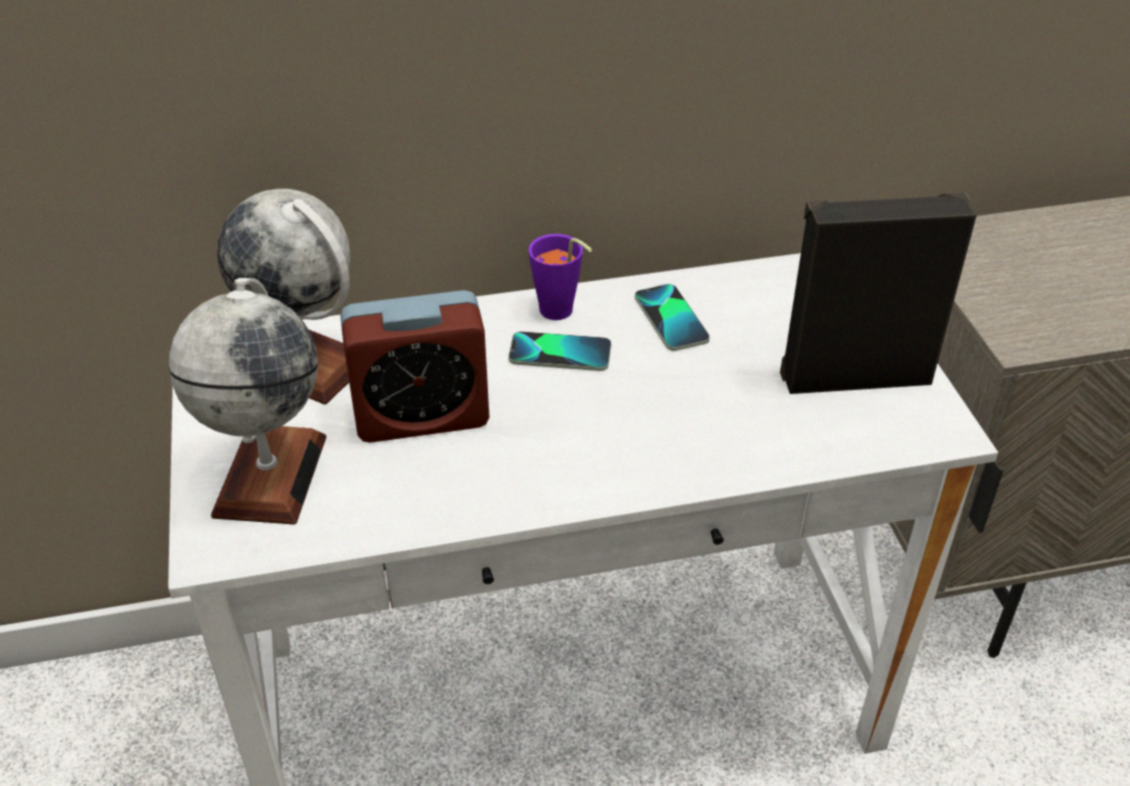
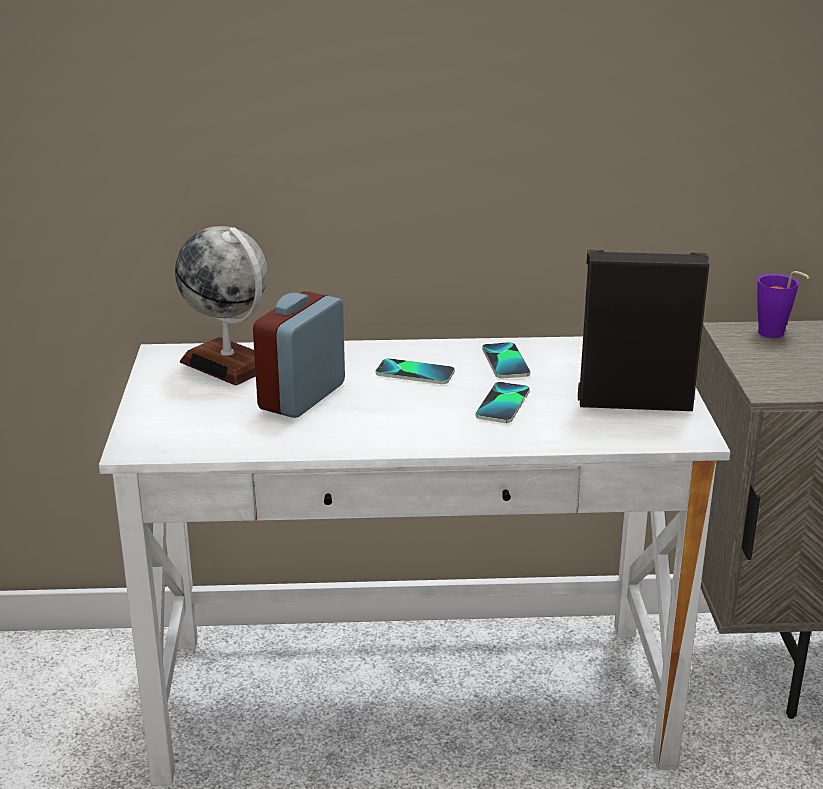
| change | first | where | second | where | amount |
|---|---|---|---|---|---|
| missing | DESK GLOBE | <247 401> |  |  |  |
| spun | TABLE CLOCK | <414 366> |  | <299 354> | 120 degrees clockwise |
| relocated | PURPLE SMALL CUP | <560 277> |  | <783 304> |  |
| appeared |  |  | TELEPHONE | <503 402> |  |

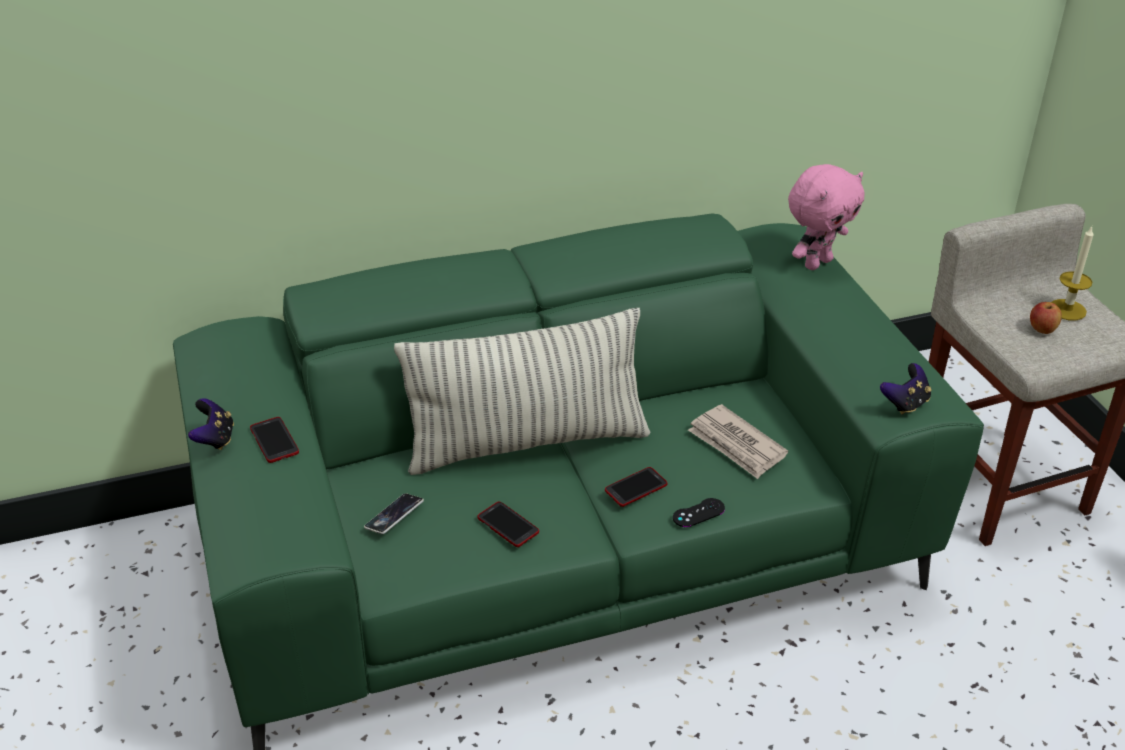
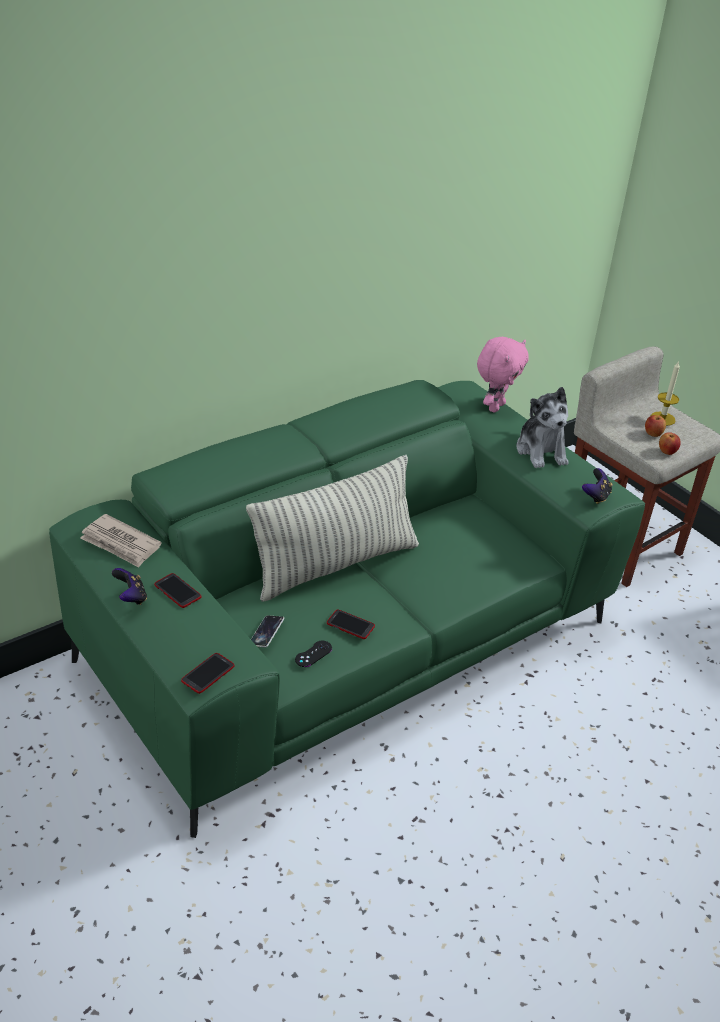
| change | first | where | second | where | amount |
|---|---|---|---|---|---|
| relocated | TELEPHONE | <636 487> |  | <208 673> |  |
| relocated | BLACK-COLOURED JOYPAD | <699 512> |  | <313 654> |  |
| relocated | DAILY PAPER | <738 441> |  | <120 541> |  |
| appeared |  |  | CUDDLY TOY | <542 427> |  |
| appeared |  |  | APPLE FRUIT | <670 443> |  |

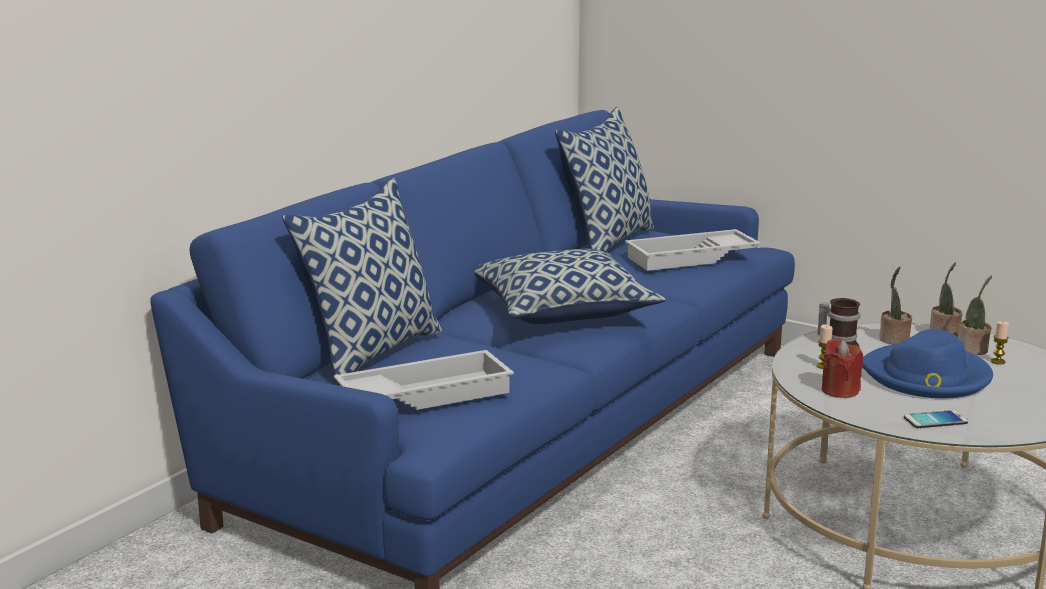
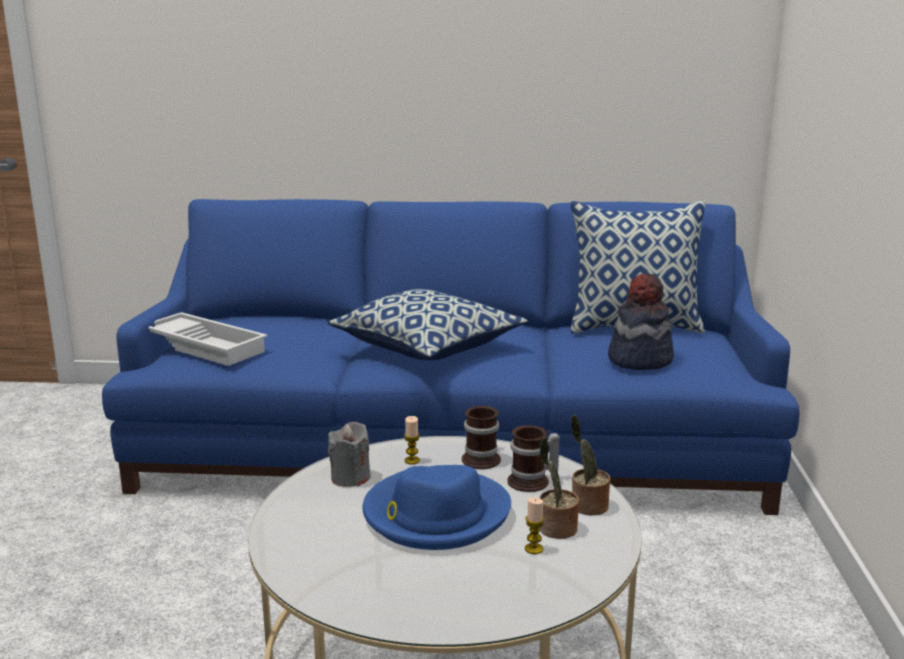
| change | first | where | second | where | amount |
|---|---|---|---|---|---|
| missing | CUSHION | <362 281> |  |  |  |
| exchanged | WHITISH SERVING TRAY | <693 250> | CLOTHING HAT | <641 322> |  |
| colour | RED CANDLE | <842 368> | GREY CANDLE | <349 454> |  |
| exchanged | PLANT IN A POT | <896 305> | COFFEE MUG | <533 459> |  |
| missing | TELEPHONE | <936 419> |  |  |  |

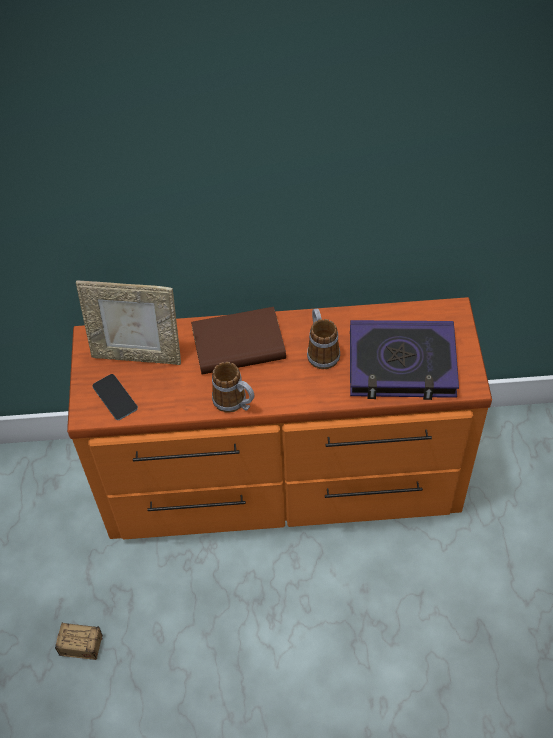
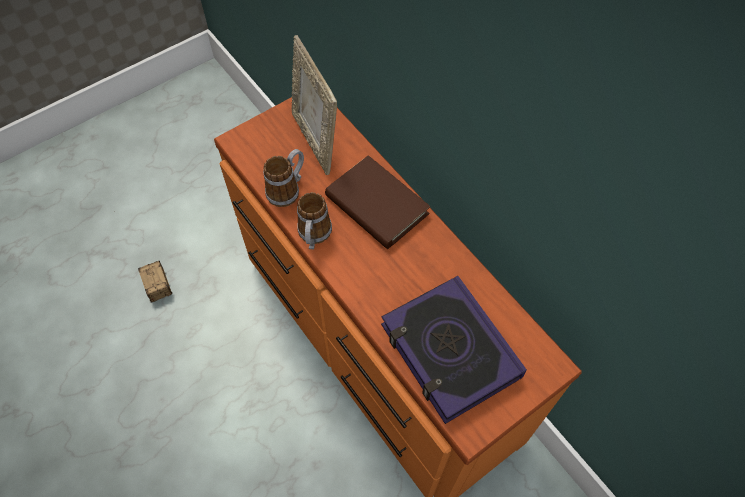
| change | first | where | second | where | amount |
|---|---|---|---|---|---|
| missing | TELEPHONE | <115 397> |  |  |  |
| relocated | COFFEE MUG | <323 338> |  | <283 178> |  |

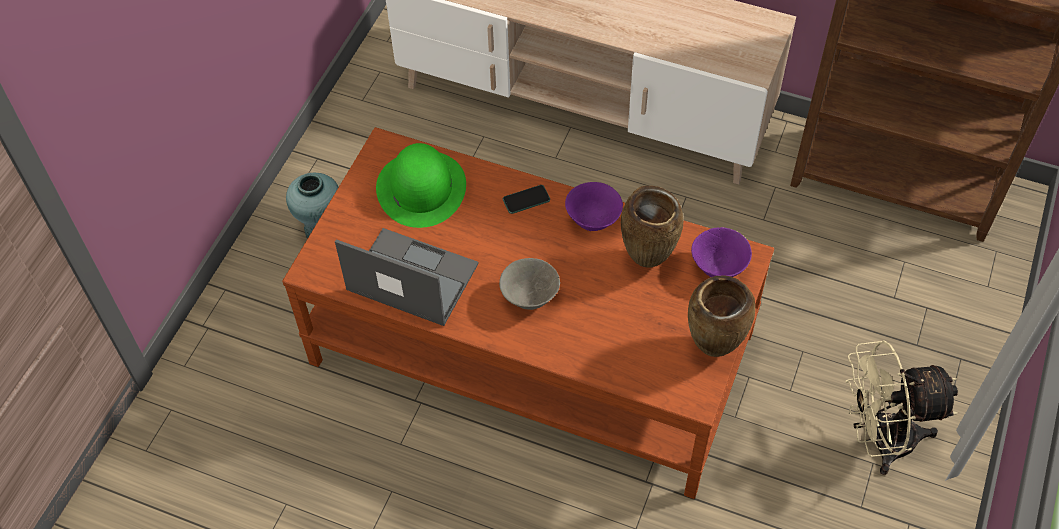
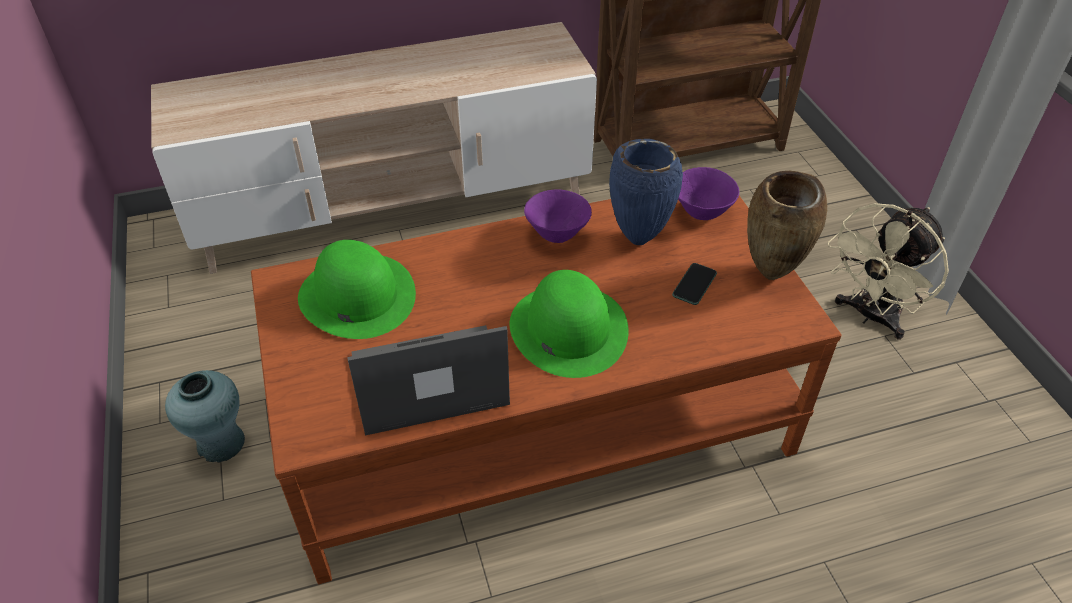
| change | first | where | second | where | amount |
|---|---|---|---|---|---|
| exchanged | GREY BOWL | <529 284> | GREEN-COLOURED CLOTHING HAT | <569 324> |  |
| relocated | TELEPHONE | <526 199> |  | <694 284> |  |
| colour | BROWN VASE | <652 227> | BLUISH VASE | <646 192> |  |

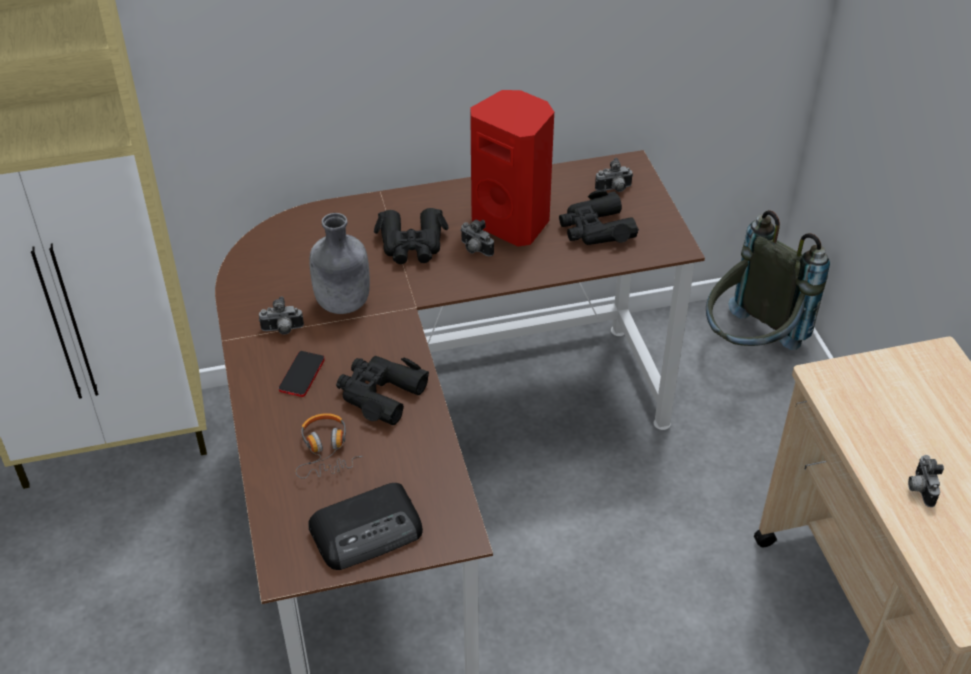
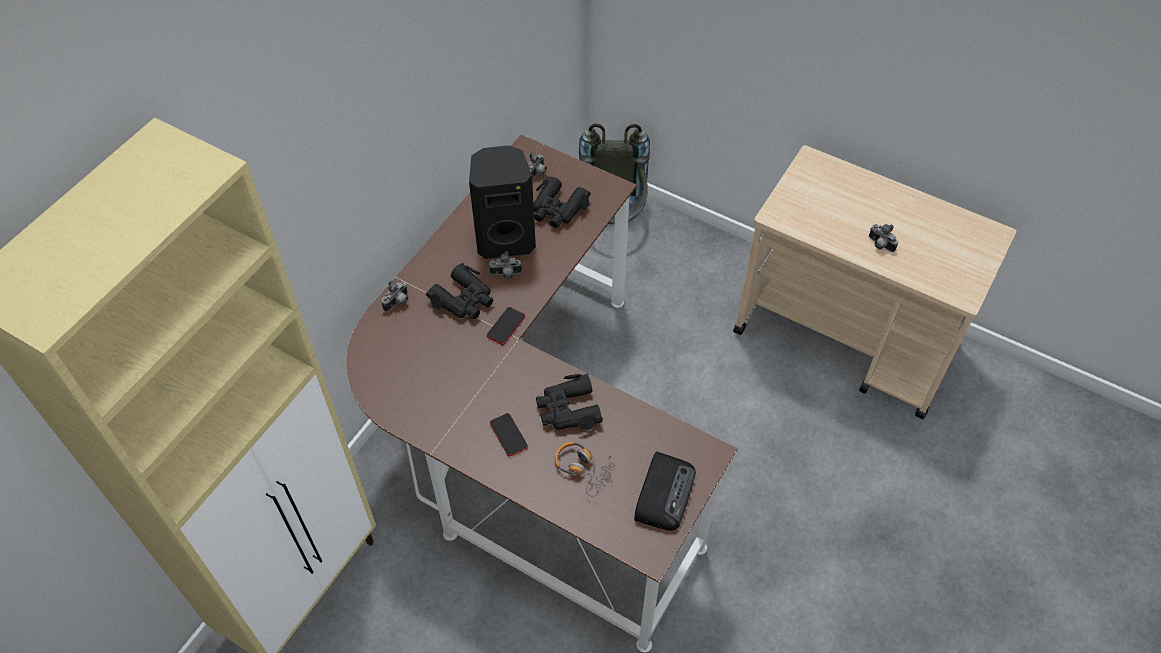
| change | first | where | second | where | amount |
|---|---|---|---|---|---|
| relocated | STILL CAMERA | <281 315> |  | <394 296> |  |
| missing | GREY DRINK BOTTLE | <339 263> |  |  |  |
| colour | RED LOUDSPEAKER | <512 168> | BLACK-COLOURED LOUDSPEAKER | <502 202> |  |
| appeared |  |  | TELEPHONE | <506 326> |  |

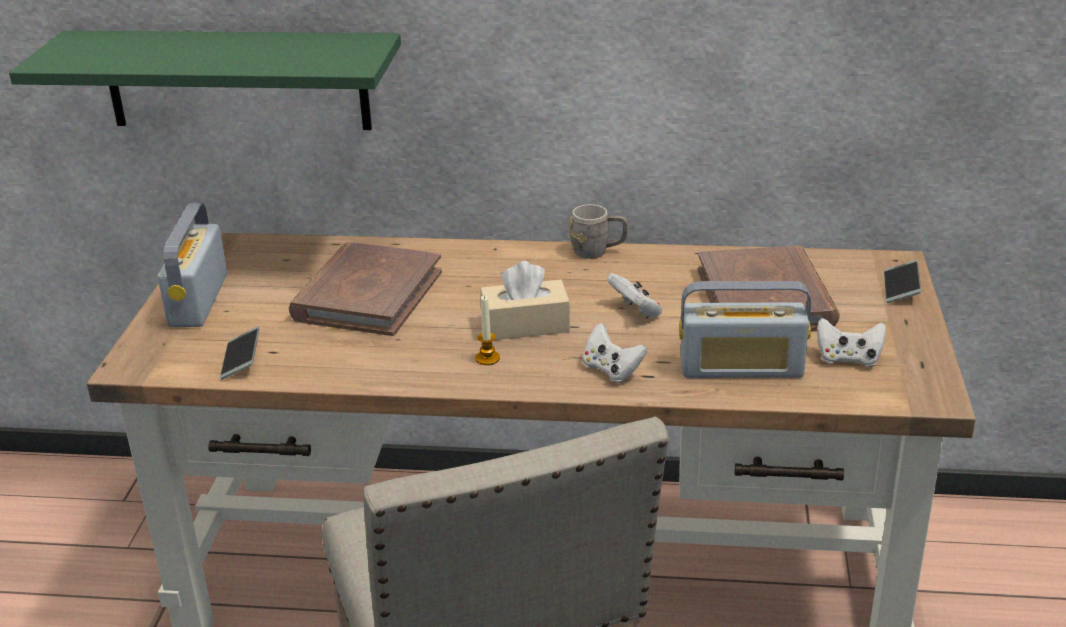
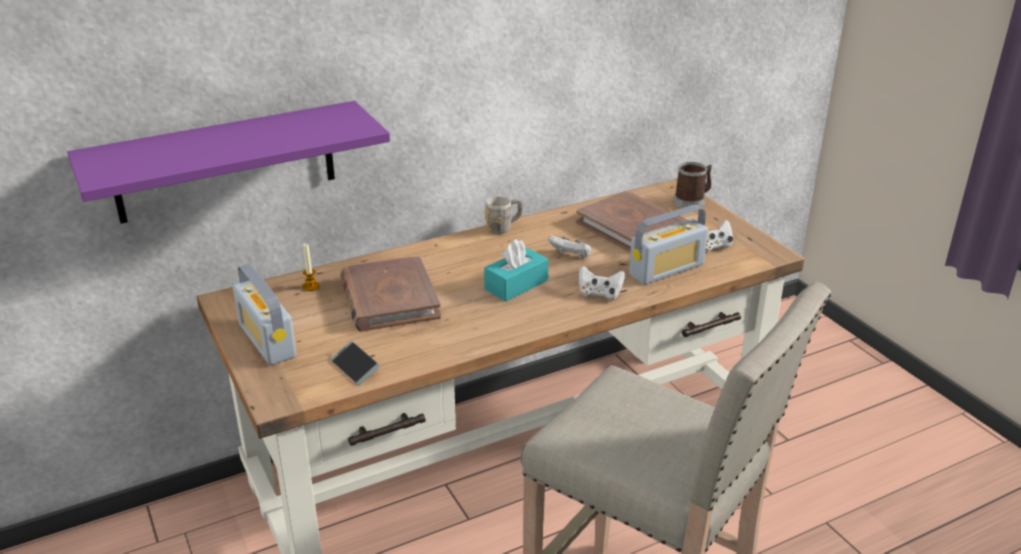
| change | first | where | second | where | amount |
|---|---|---|---|---|---|
| colour | GREEN-COLOURED SHELF | <205 80> | PURPLE SHELF | <228 162> |  |
| relocated | CANDLE | <487 330> |  | <311 267> |  |
| colour | BEIGE TISSUE HOLDER | <525 300> | BLUE-GREEN TISSUE HOLDER | <516 270> |  |
| exchanged | TELEPHONE | <902 281> | COFFEE MUG | <693 185> |  |

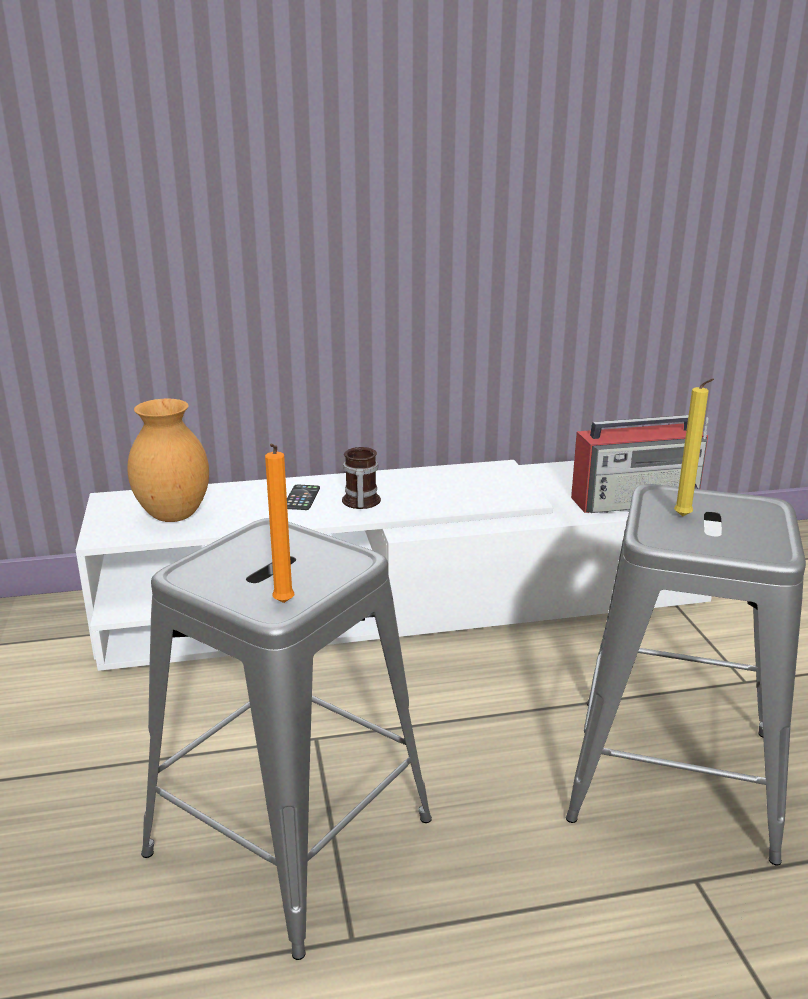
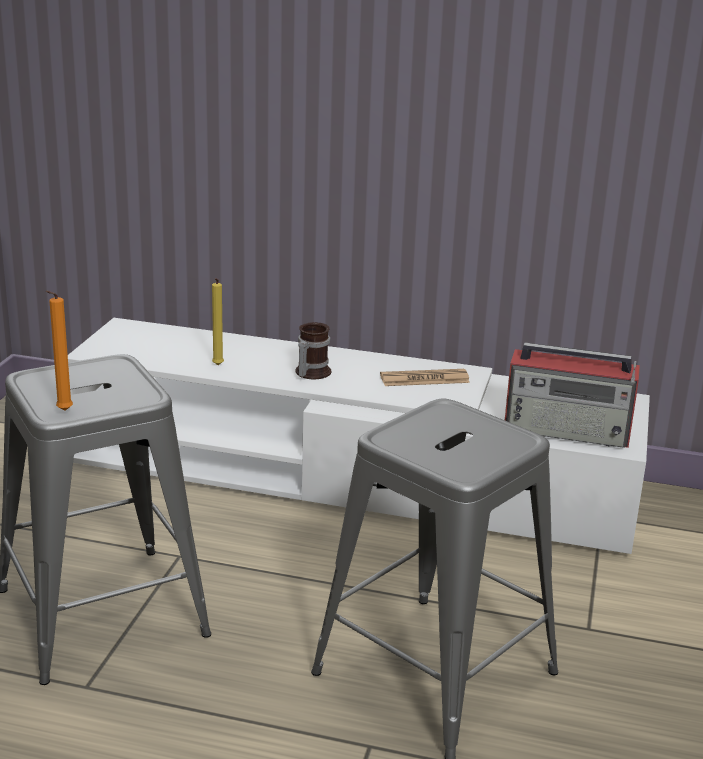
| change | first | where | second | where | amount |
|---|---|---|---|---|---|
| missing | BROWN VASE | <168 460> |  |  |  |
| missing | TELEPHONE | <303 497> |  |  |  |
| relocated | YELLOW-COLOURED CANDLE | <694 447> |  | <218 321> |  |
| appeared |  |  | DAILY PAPER | <425 377> |  |

